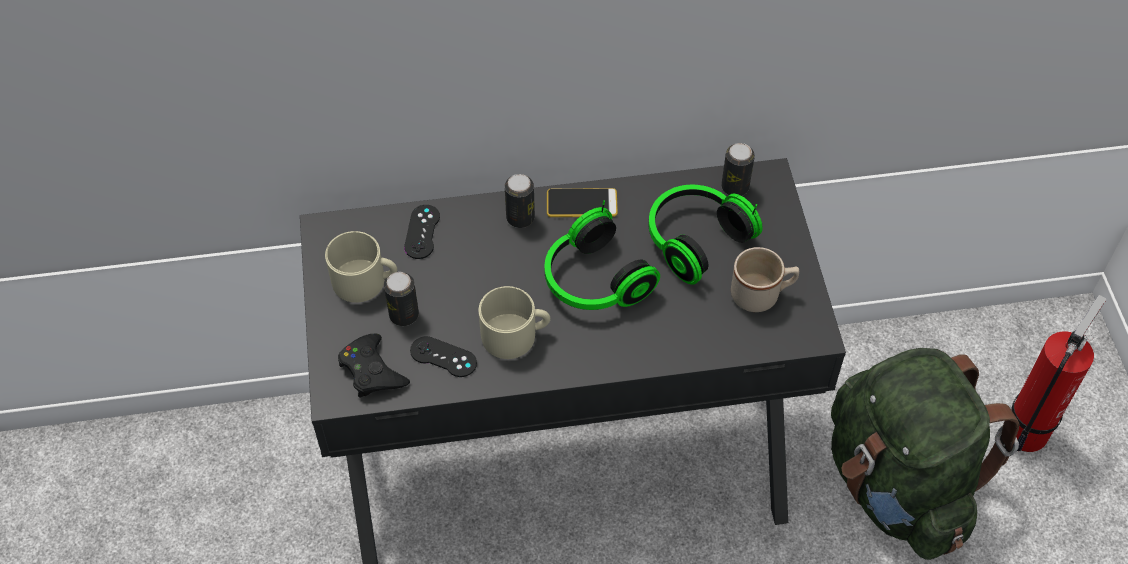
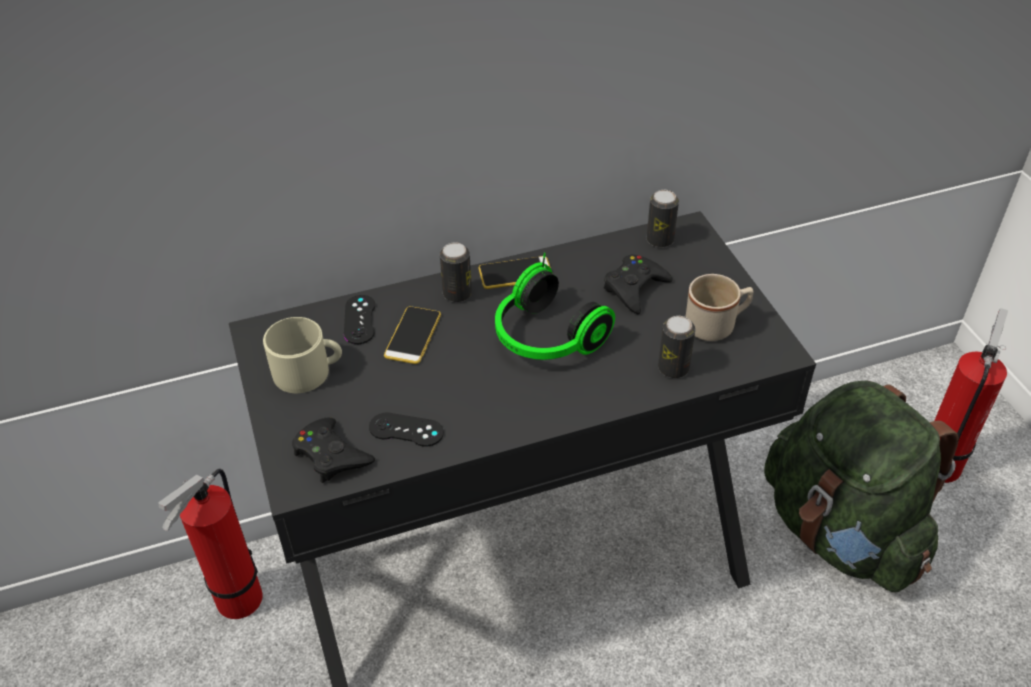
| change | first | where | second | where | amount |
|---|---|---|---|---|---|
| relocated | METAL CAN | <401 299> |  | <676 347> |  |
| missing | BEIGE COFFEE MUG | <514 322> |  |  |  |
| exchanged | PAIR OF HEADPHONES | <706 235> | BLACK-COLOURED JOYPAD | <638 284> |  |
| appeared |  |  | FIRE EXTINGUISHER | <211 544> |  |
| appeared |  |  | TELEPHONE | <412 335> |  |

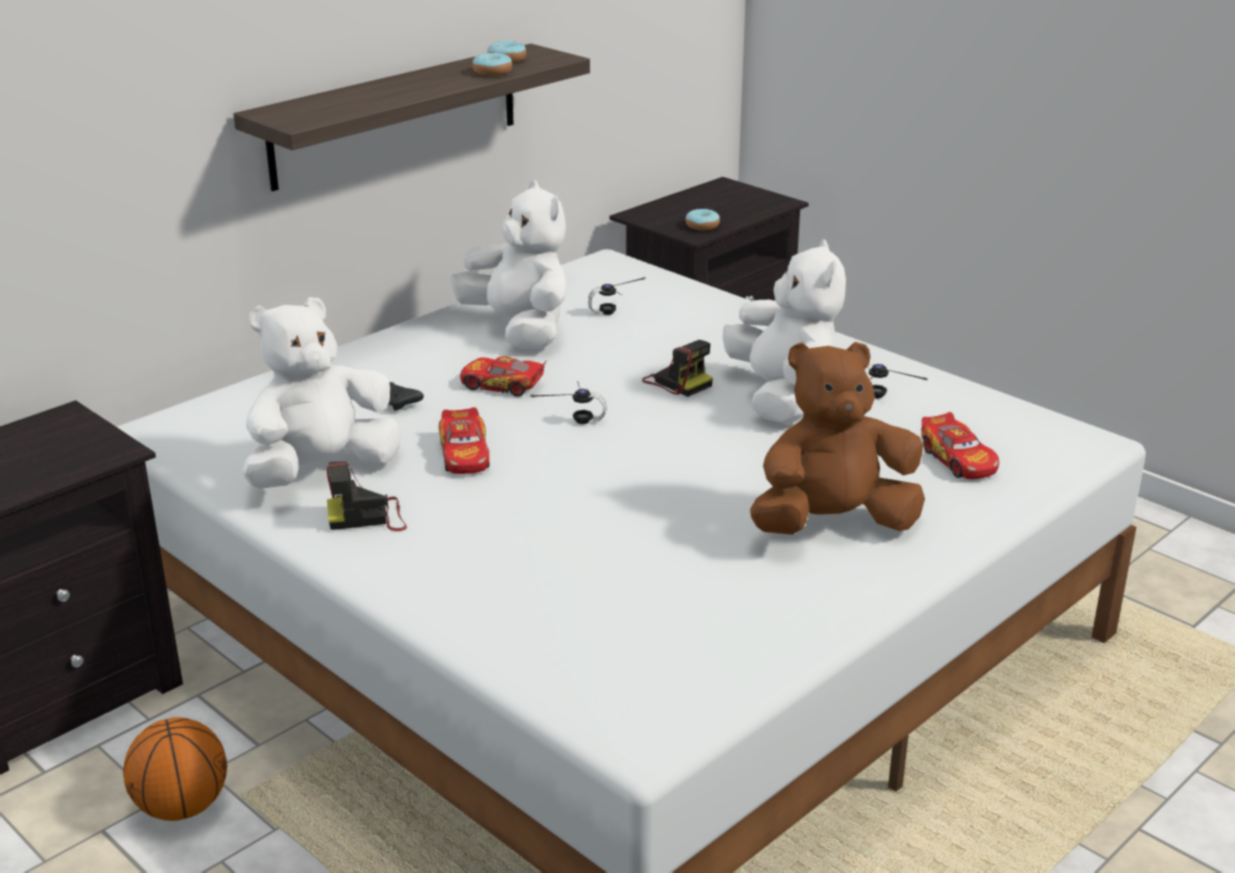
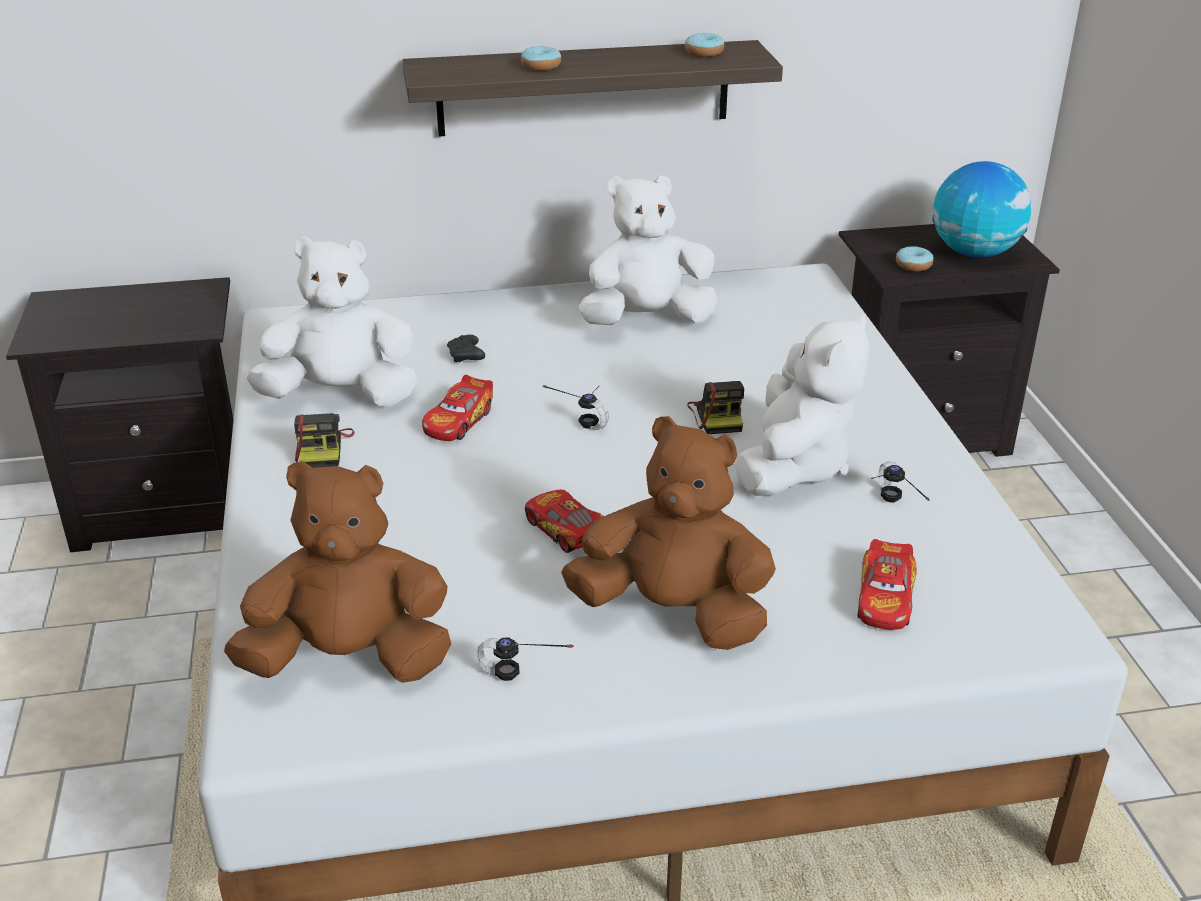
| change | first | where | second | where | amount |
|---|---|---|---|---|---|
| missing | BASKETBALL BALL | <175 769> |  |  |  |
| spun | STILL CAMERA | <367 496> |  | <324 440> | 120 degrees counterclockwise |
| spun | WHITISH CUDDLY TOY | <508 264> |  | <648 250> | 105 degrees counterclockwise |
| relocated | TOY CAR | <503 376> |  | <564 521> |  |
| relocated | DOUGHNUT | <492 64> |  | <541 58> |  |
| relocated | PAIR OF HEADPHONES | <617 296> |  | <525 659> |  |
| appeared |  |  | BROWN CUDDLY TOY | <337 572> |  |
| appeared |  |  | DESK GLOBE | <982 209> |  |

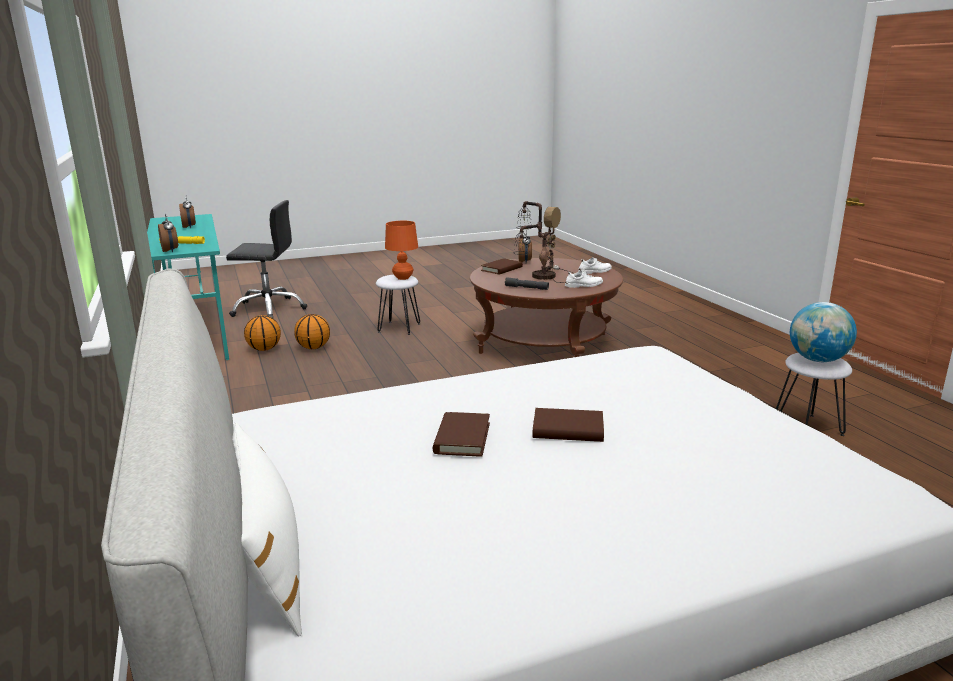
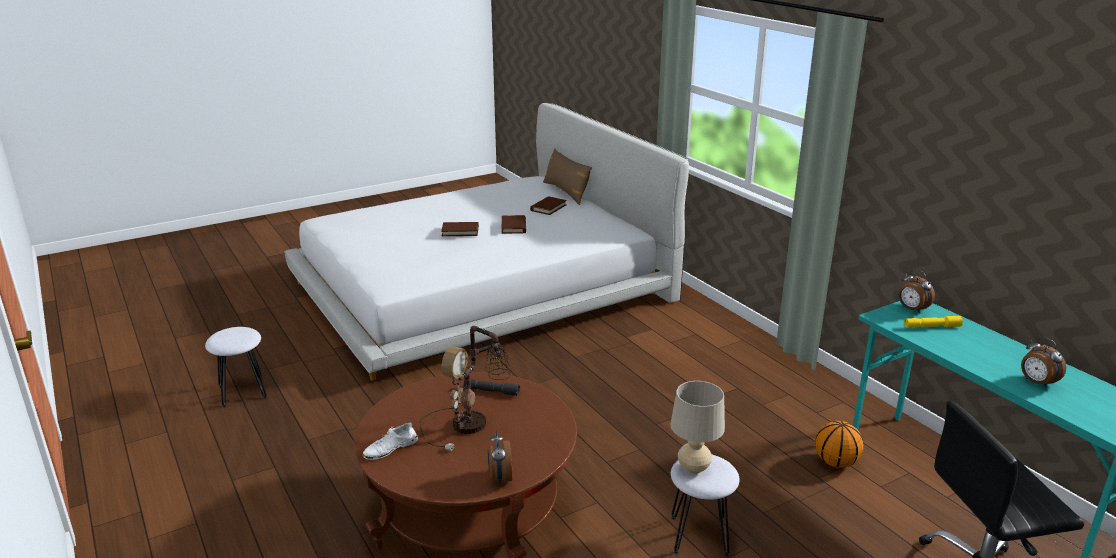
| change | first | where | second | where | amount |
|---|---|---|---|---|---|
| colour | WHITISH CUSHION | <267 529> | BROWN CUSHION | <567 176> |  |
| missing | BASKETBALL BALL | <312 331> |  |  |  |
| colour | ORANGEY TABLE LAMP | <401 250> | BEIGE TABLE LAMP | <697 427> |  |
| relocated | BROWN VOLUME | <502 266> |  | <548 205> |  |
| missing | WHITISH ITEM OF FOOTWEAR | <584 279> |  |  |  |
| missing | DESK GLOBE | <823 332> |  |  |  |

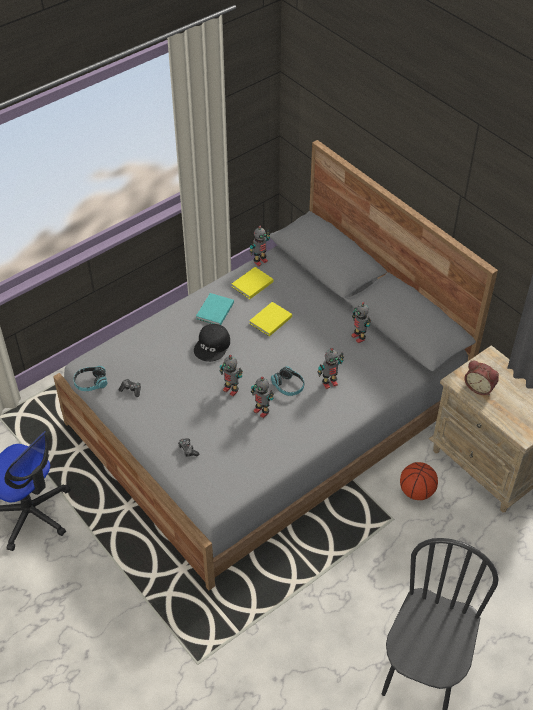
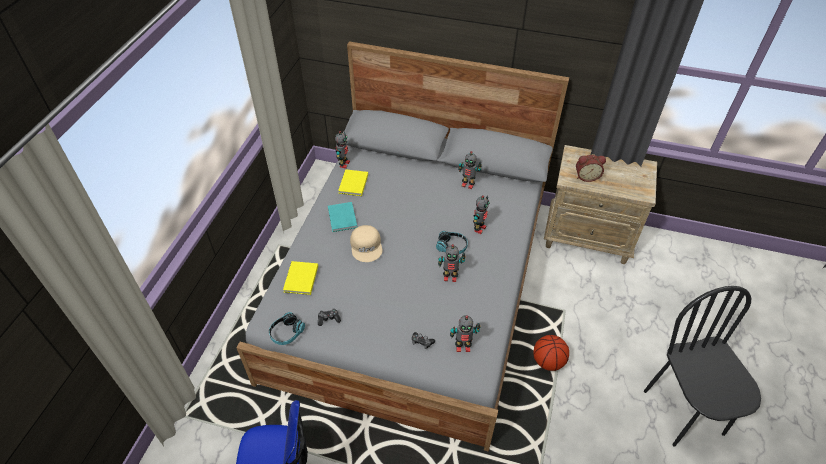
| change | first | where | second | where | amount |
|---|---|---|---|---|---|
| colour | BLACK-COLOURED BASEBALL CAP | <212 343> | BEIGE BASEBALL CAP | <366 243> |  |
| relocated | ROBOT FIGURE | <231 375> |  | <465 333> |  |
| relocated | YELLOW-COLOURED VOLUME | <270 319> |  | <300 278> |  |
| relocated | BASKETBALL BALL | <419 481> |  | <551 353> |  |

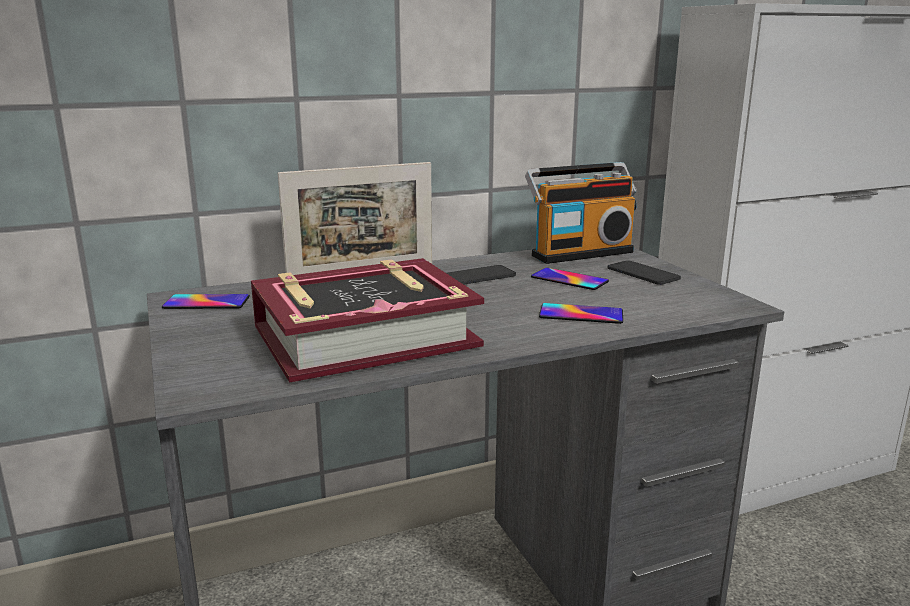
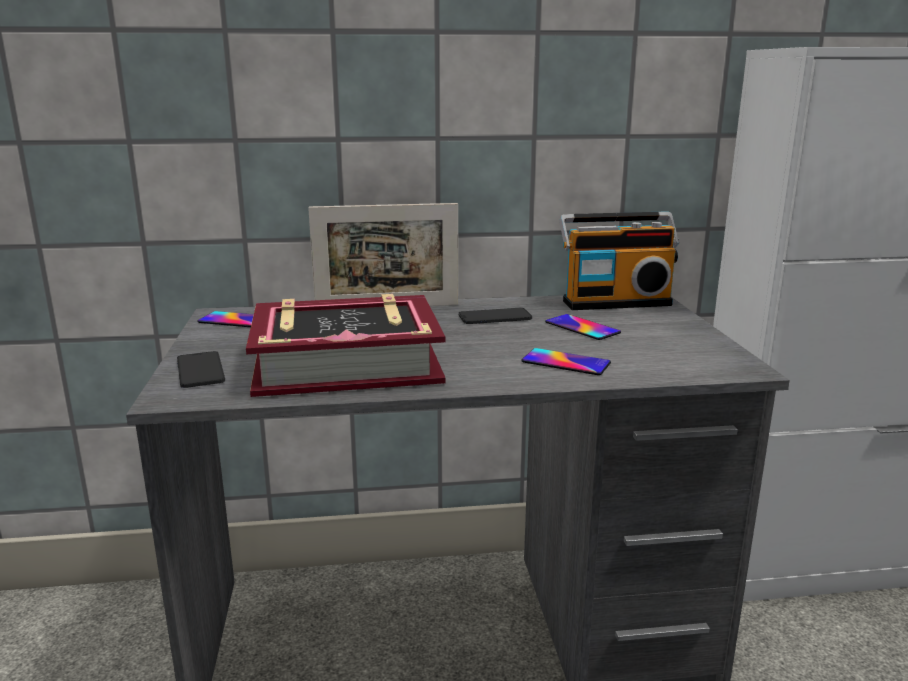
| change | first | where | second | where | amount |
|---|---|---|---|---|---|
| relocated | TELEPHONE | <644 273> |  | <201 369> |  |

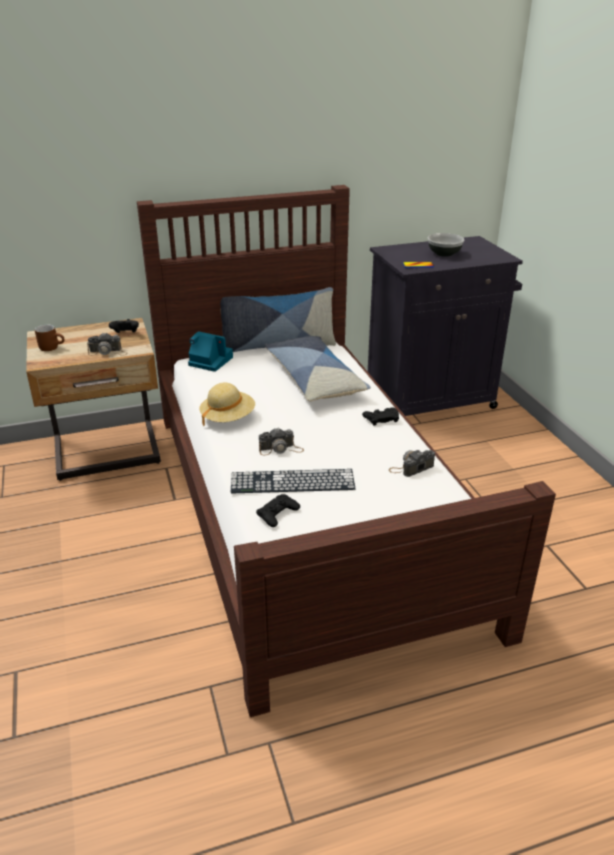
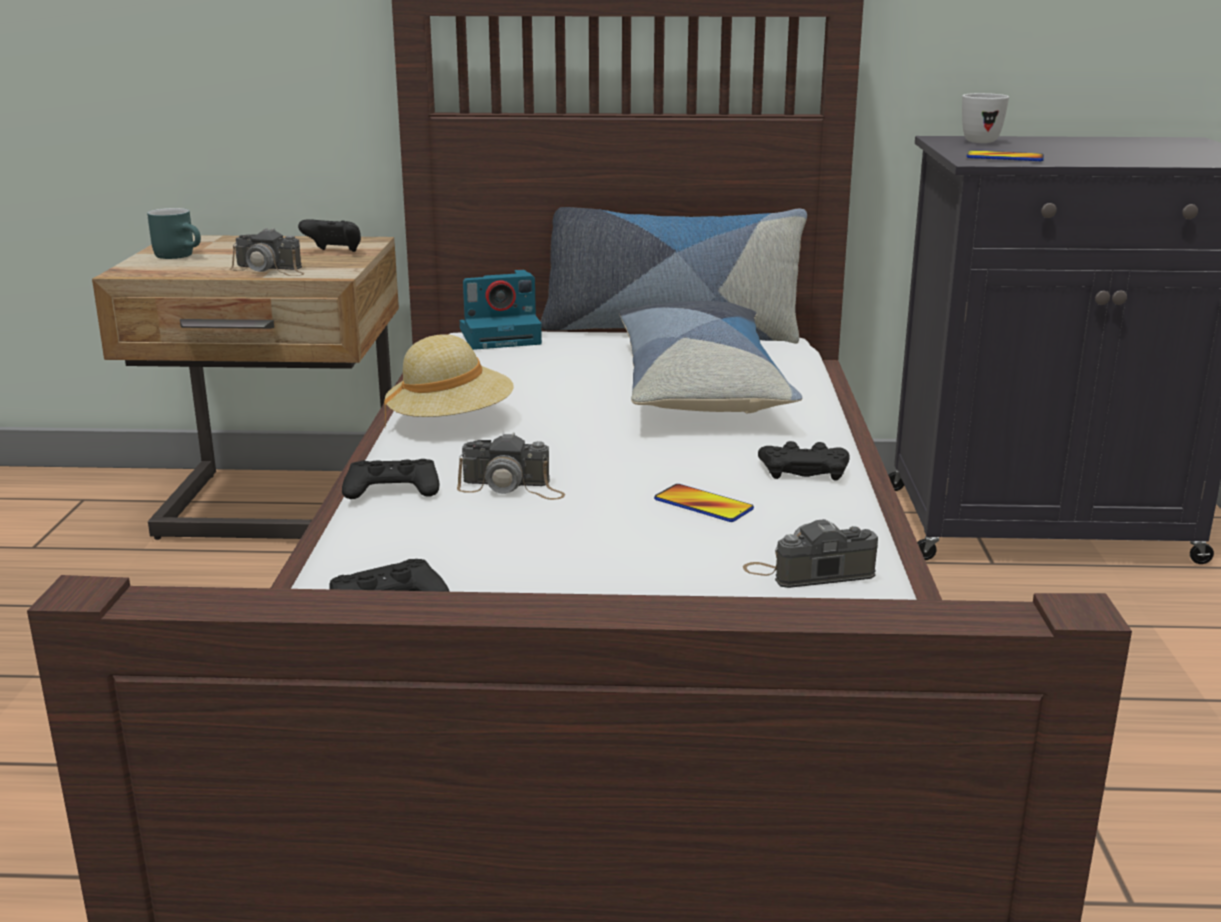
| change | first | where | second | where | amount |
|---|---|---|---|---|---|
| colour | BROWN COFFEE MUG | <49 337> | BLUE-GREEN COFFEE MUG | <174 233> |  |
| spun | STILL CAMERA | <210 352> |  | <501 310> | 120 degrees clockwise |
| missing | KEYBOARD | <293 481> |  |  |  |
| missing | BOWL | <446 245> |  |  |  |
| appeared |  |  | BLACK-COLOURED JOYPAD | <390 479> |  |
| appeared |  |  | TELEPHONE | <704 503> |  |
| appeared |  |  | WHITISH COFFEE MUG | <985 118> |  |

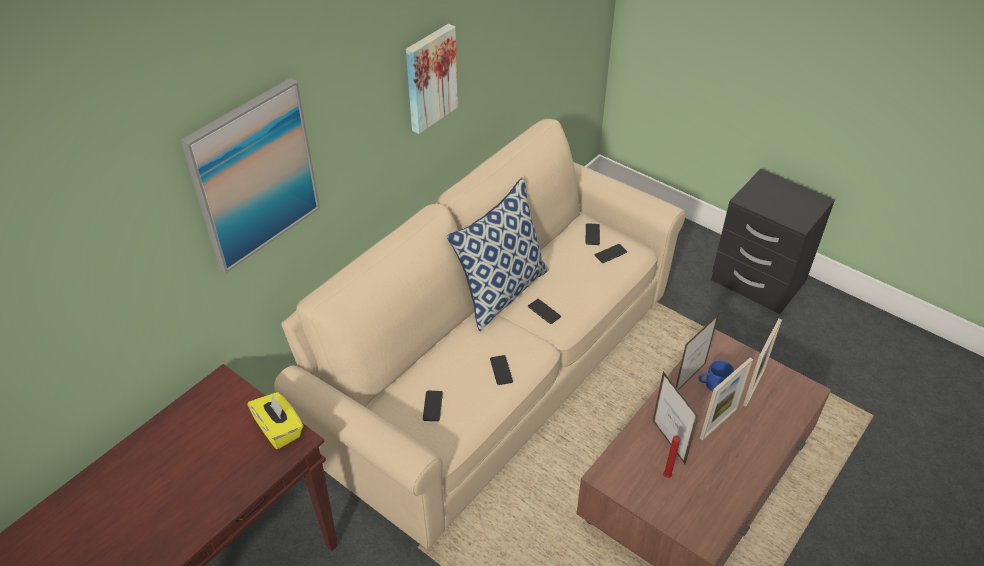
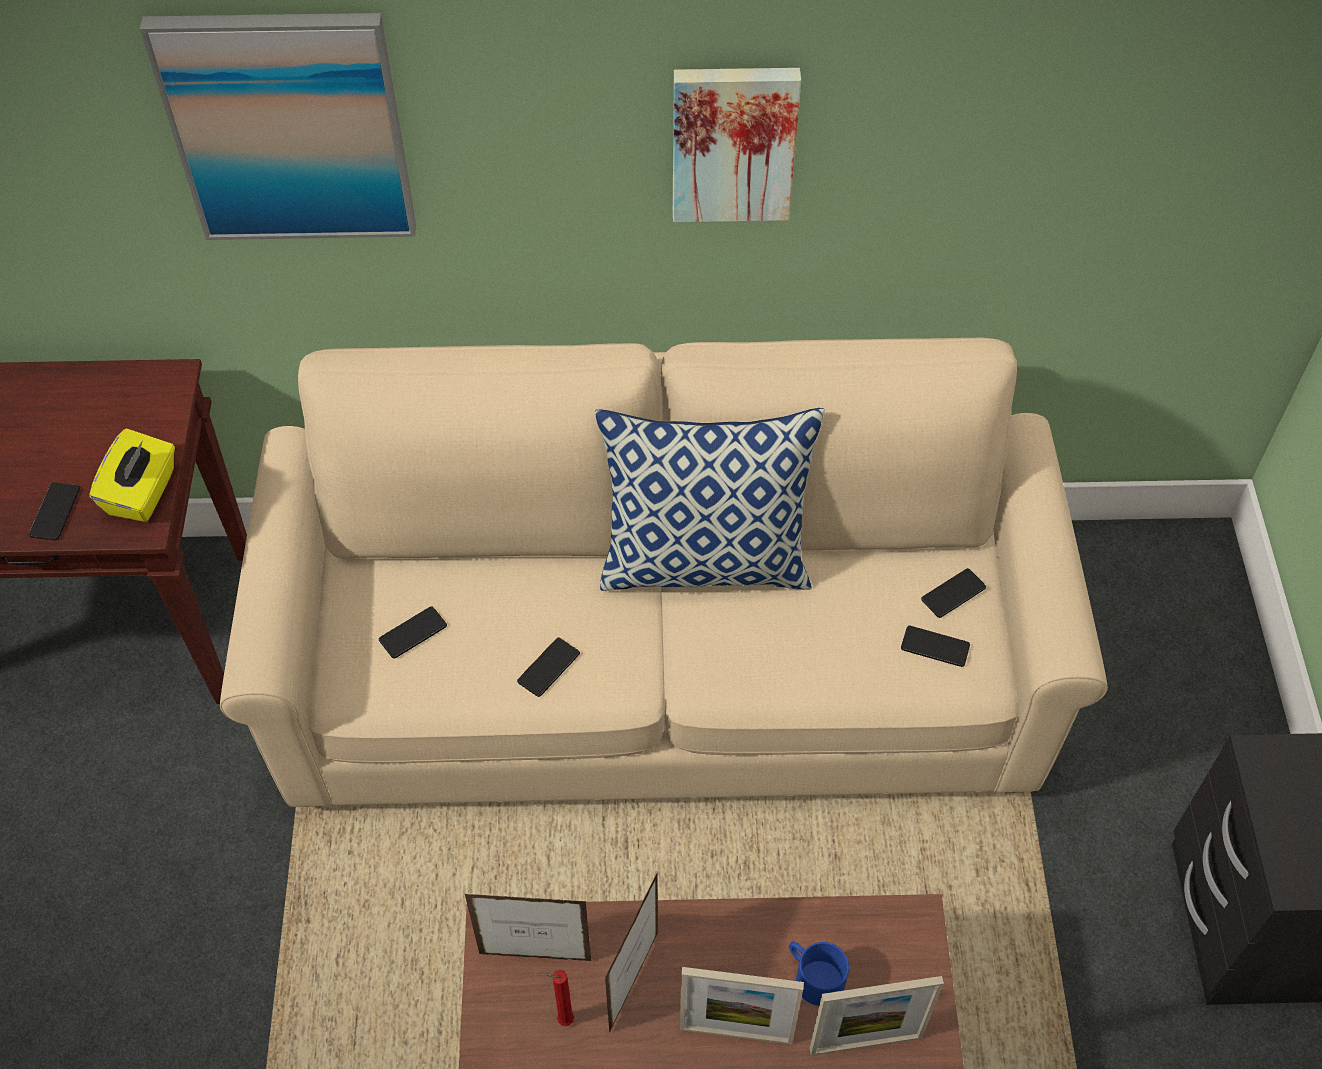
| change | first | where | second | where | amount |
|---|---|---|---|---|---|
| relocated | TELEPHONE | <544 311> |  | <54 511> |  |
| relocated | PICTURE FRAME | <697 351> |  | <528 927> |  |

